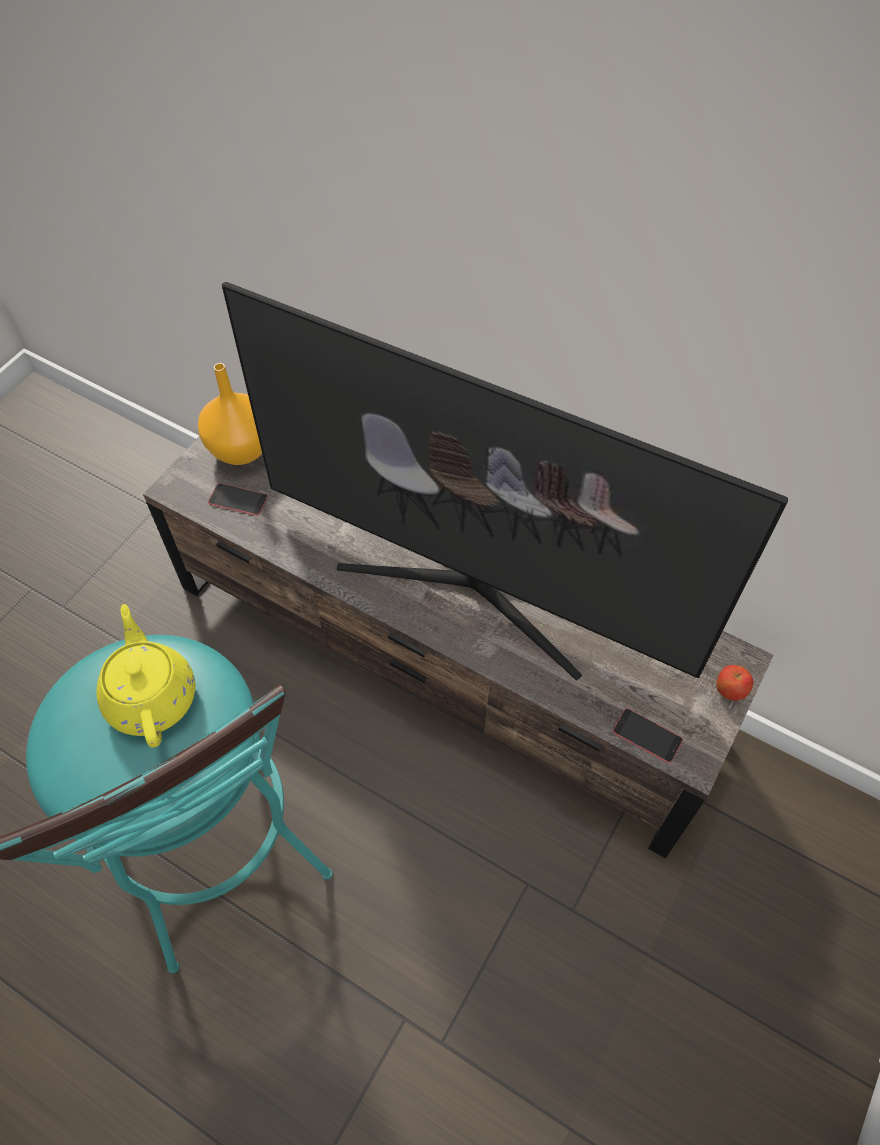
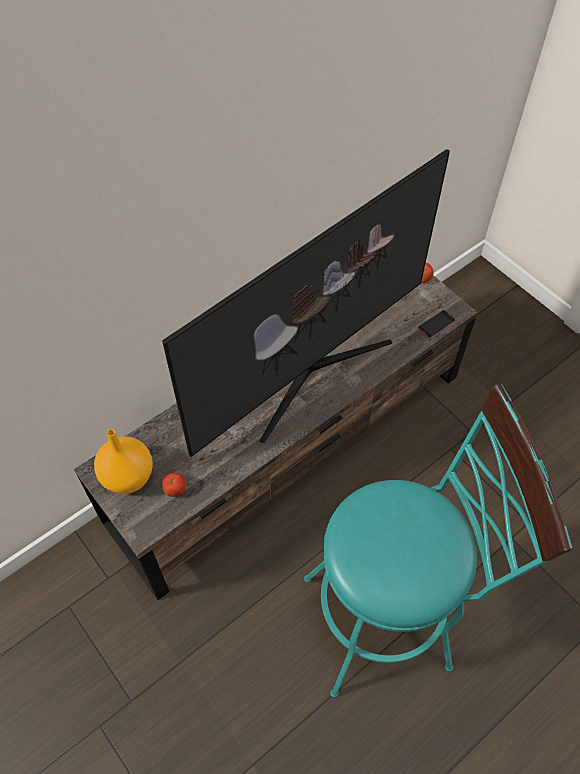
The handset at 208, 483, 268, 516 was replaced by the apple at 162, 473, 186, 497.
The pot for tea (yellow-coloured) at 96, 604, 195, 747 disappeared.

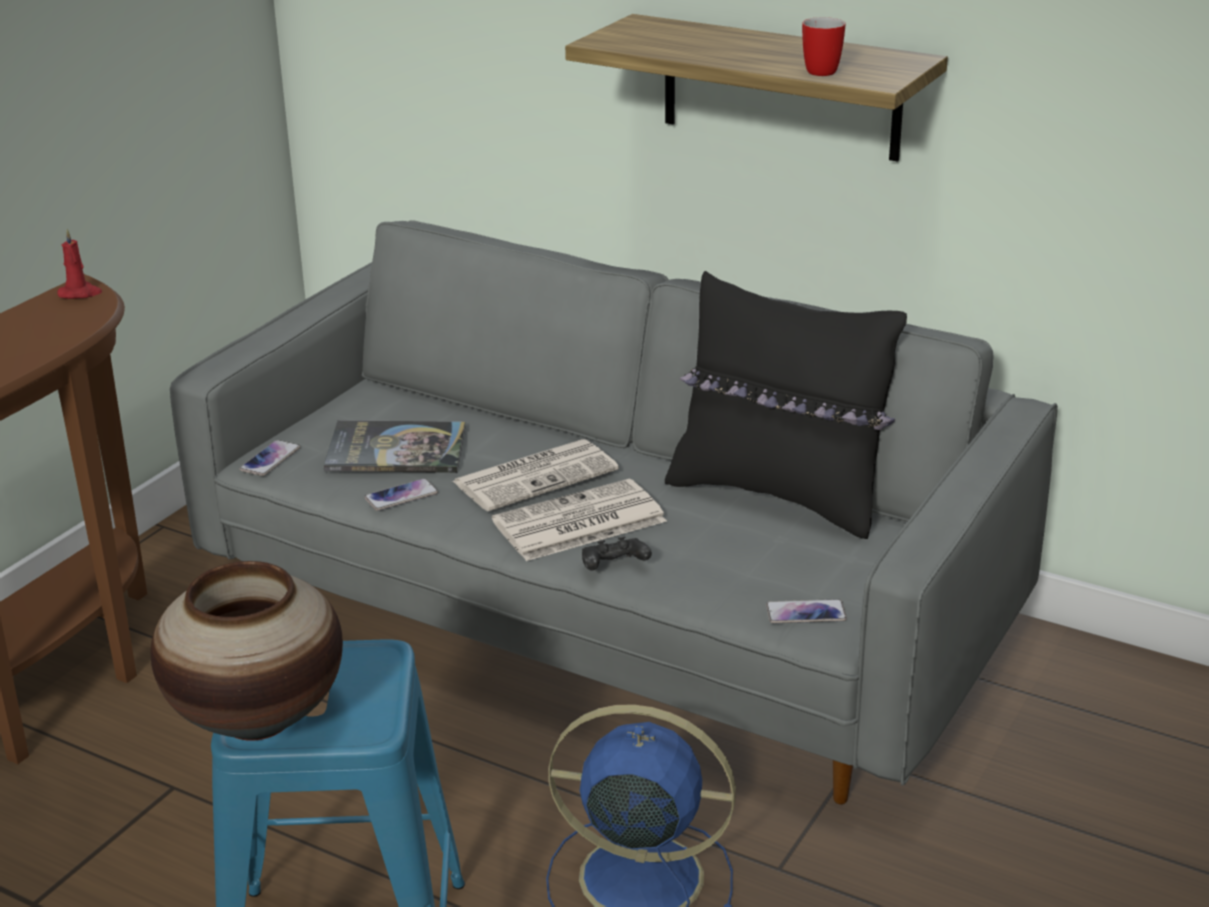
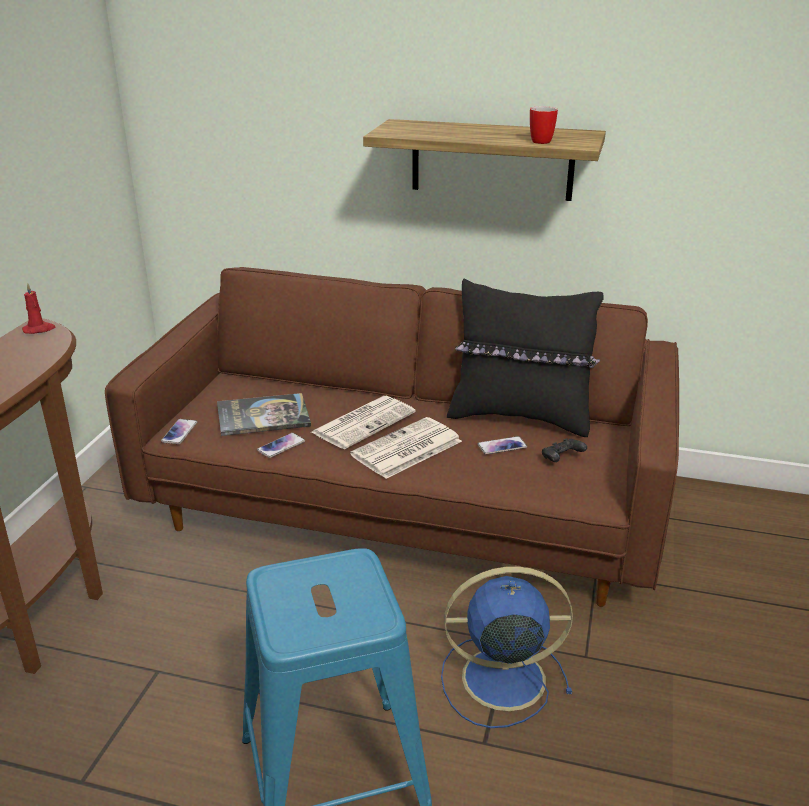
The couch (gray) at 170, 220, 1058, 804 became the couch (brownish) at 105, 267, 679, 607.
The handset moved from 766, 599, 847, 623 to 478, 436, 527, 455.
The joypad (black) moved from 582, 536, 652, 570 to 542, 438, 587, 462.
The decorative vase at 150, 561, 343, 741 disappeared.

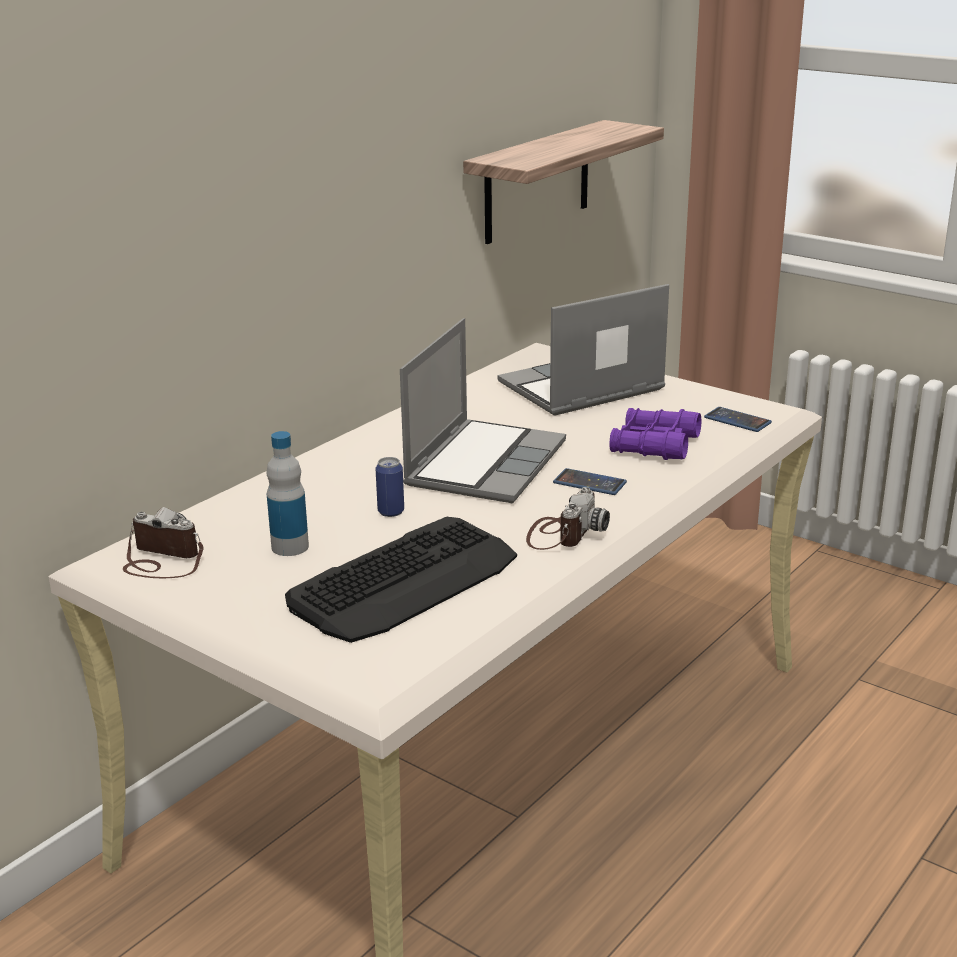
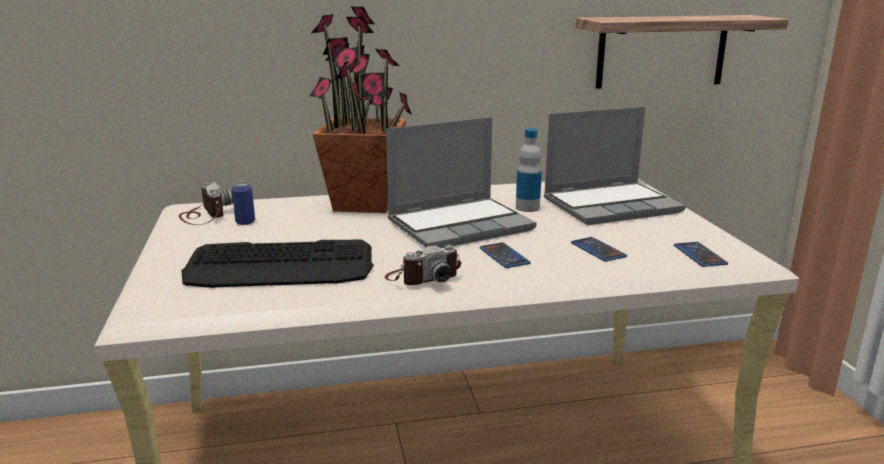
The sealed can moved from 375, 457, 404, 517 to 232, 182, 255, 225.
The plant in a pot at 310, 6, 412, 213 appeared.
The drink bottle moved from 267, 431, 309, 556 to 516, 128, 542, 212.
The laptop at 498, 284, 669, 416 turned 150 degrees clockwise.
The pair of binoculars (purple-coloured) at 609, 408, 702, 460 was replaced by the handset at 571, 237, 627, 262.

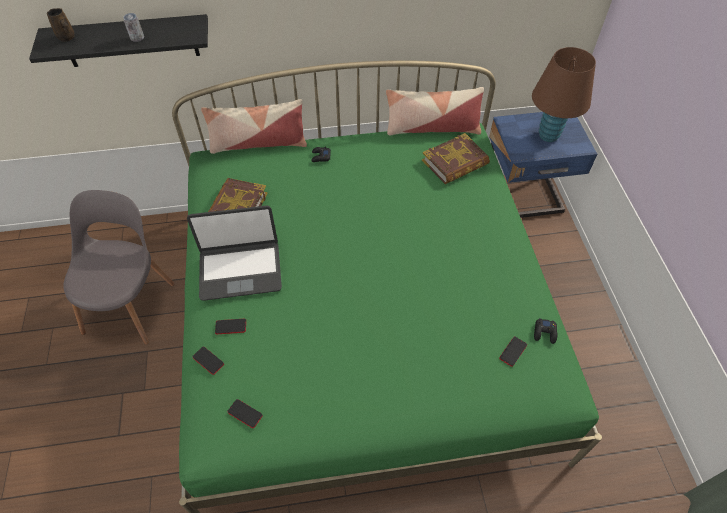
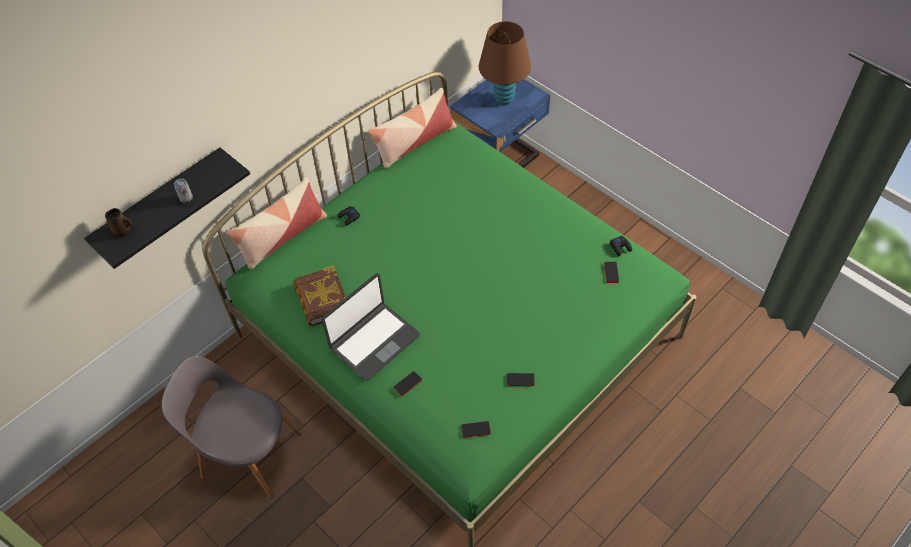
The plain chair (gray) at 63, 190, 175, 345 turned 45 degrees counterclockwise.
The handset moved from 192, 347, 224, 375 to 507, 373, 535, 386.
The volume at 422, 133, 490, 184 disappeared.

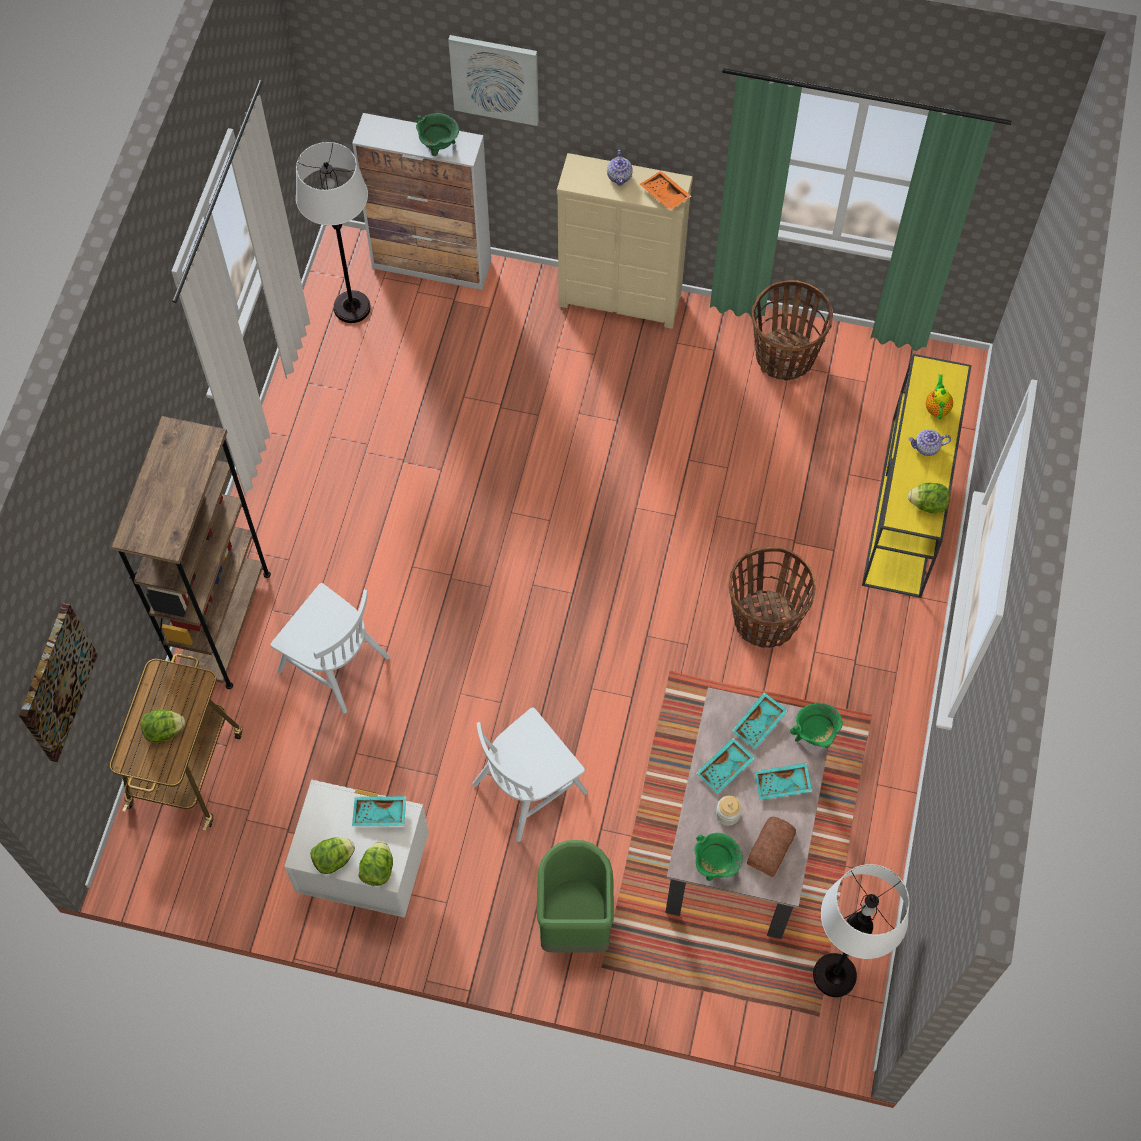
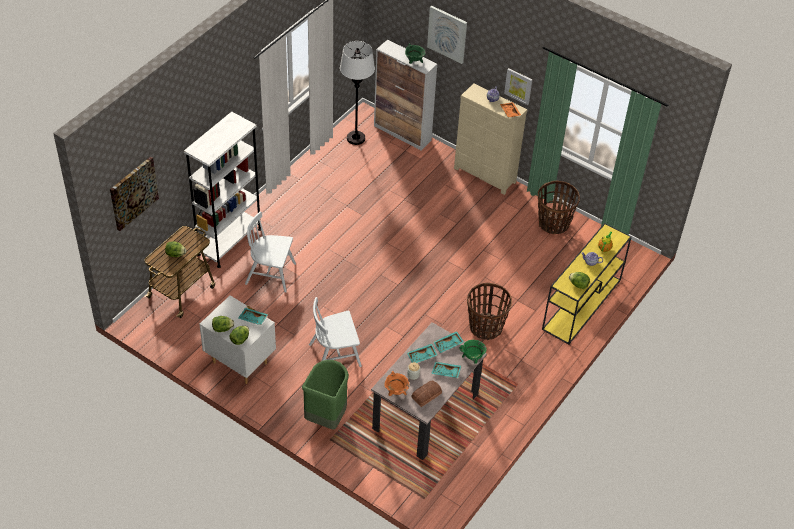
The shelving unit (brownish) at 111, 416, 271, 689 became the shelving unit (white-coloured) at 184, 112, 261, 268.
The plain chair (white-coloured) at 271, 583, 390, 714 turned 135 degrees clockwise.
The cooking pot (green) at 694, 833, 743, 881 became the cooking pot (orange-coloured) at 384, 371, 409, 396.
The wall art at 504, 68, 532, 105 appeared.
The floor lamp (white-coloured) at 813, 864, 910, 997 disappeared.

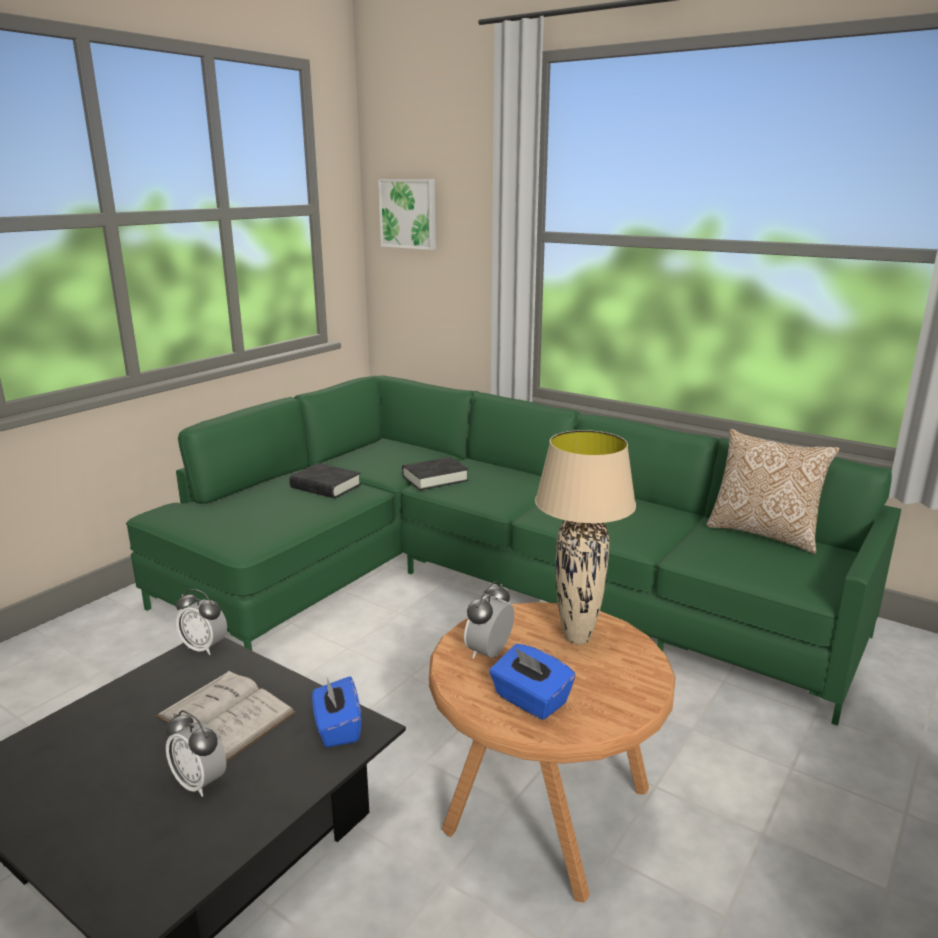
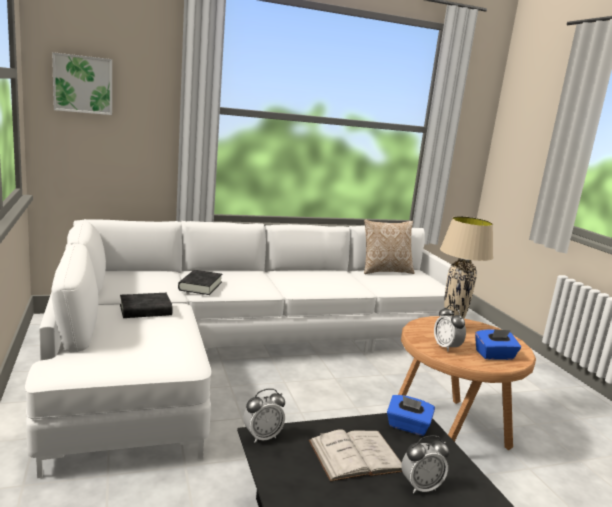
The couch (green) at 126, 376, 901, 726 became the couch (white-coloured) at 25, 219, 451, 478.

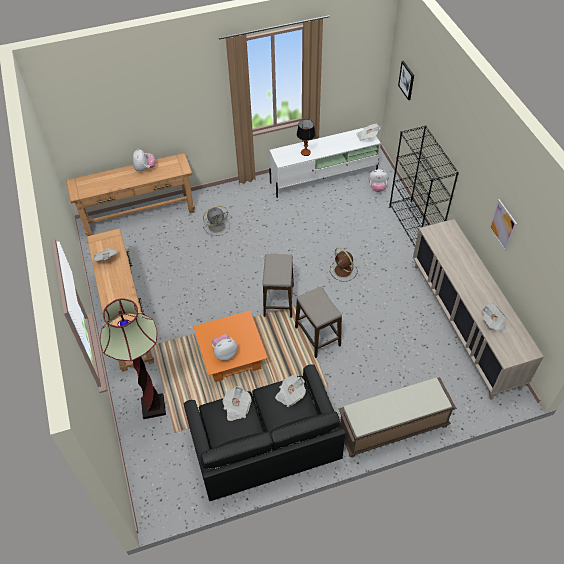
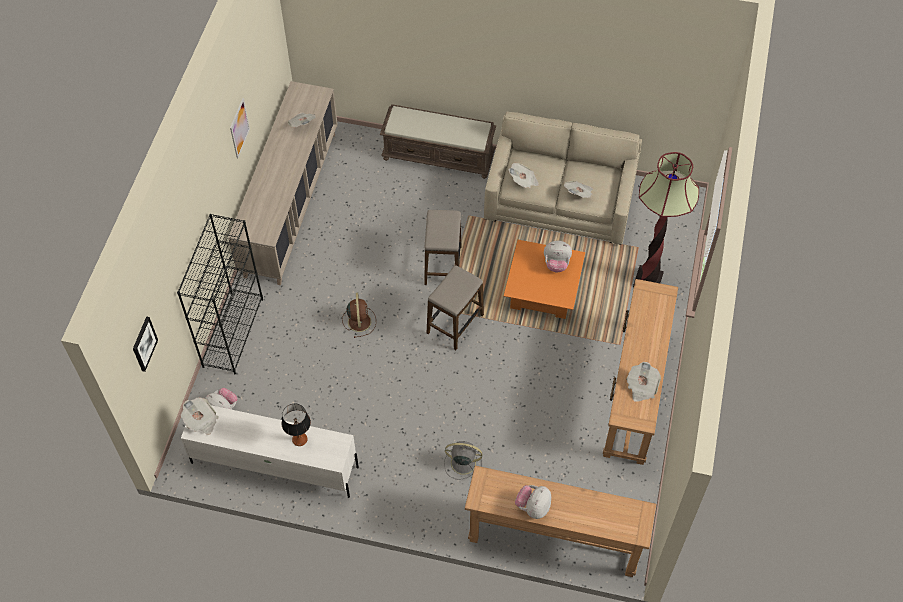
The couch (black) at 184, 364, 345, 501 became the couch (sand-coloured) at 484, 112, 642, 245.

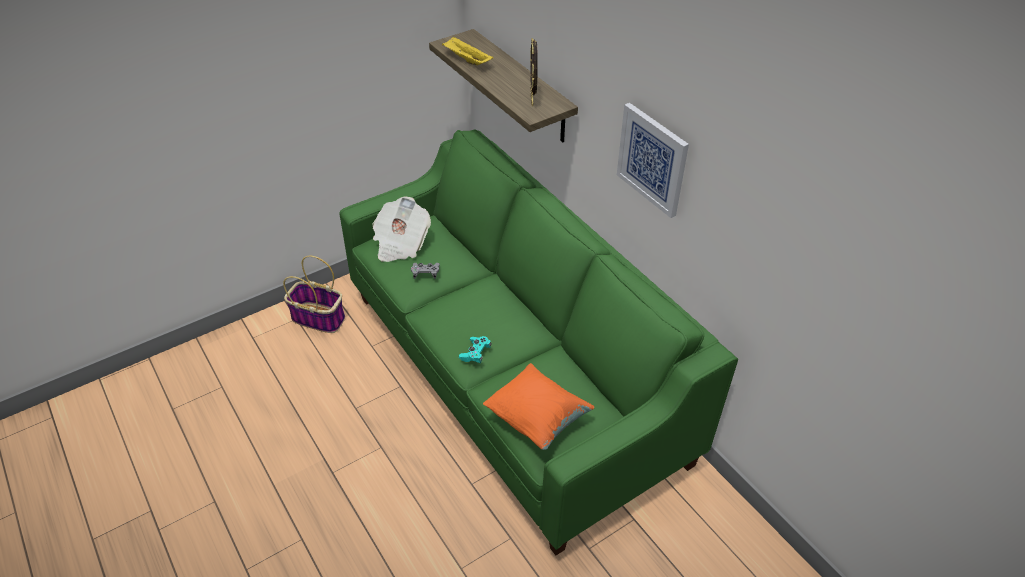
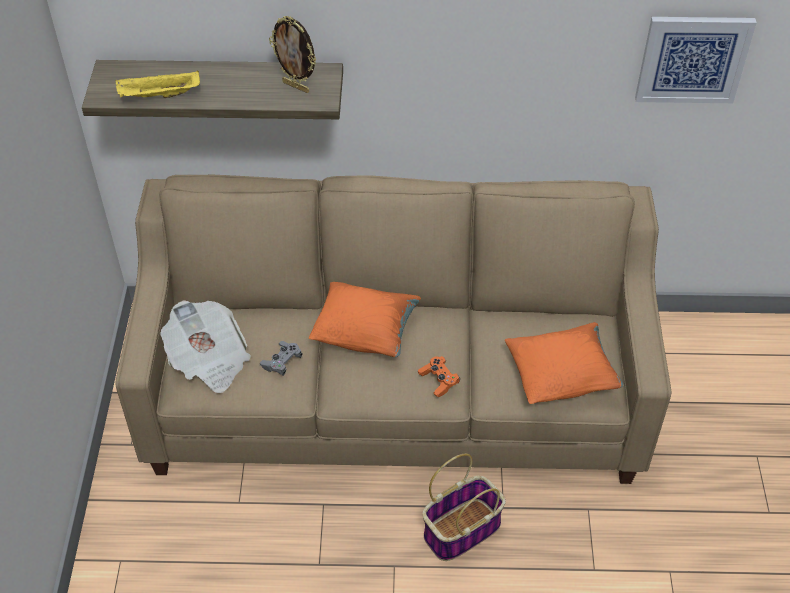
The couch (green) at 339, 129, 738, 555 became the couch (sand-coloured) at 115, 175, 671, 484.
The throw pillow (orange-coloured) at 309, 282, 421, 357 appeared.
The joypad (turquoise) at 459, 336, 492, 363 became the joypad (orange-coloured) at 418, 356, 460, 397.
The household basket moved from 283, 256, 345, 333 to 422, 454, 506, 561.
The wall art moved from 617, 103, 689, 218 to 635, 17, 757, 103.

